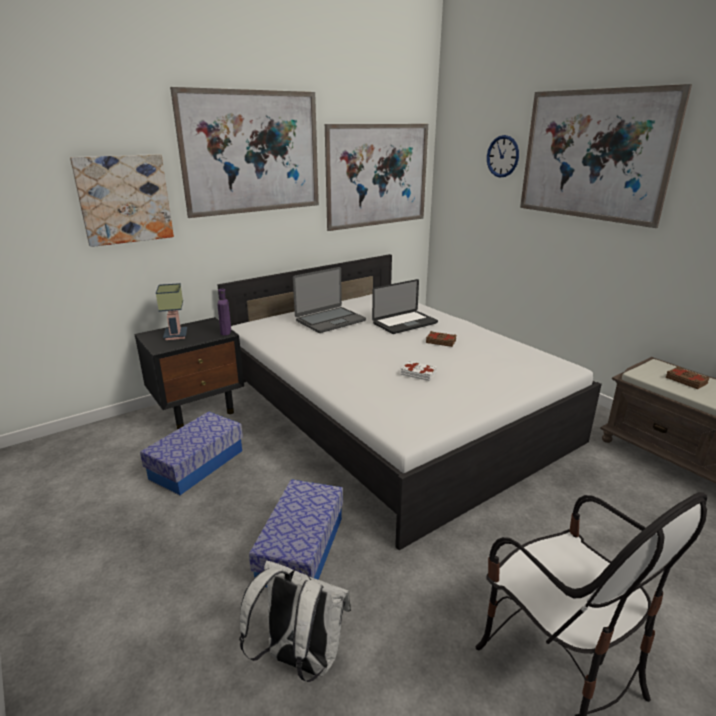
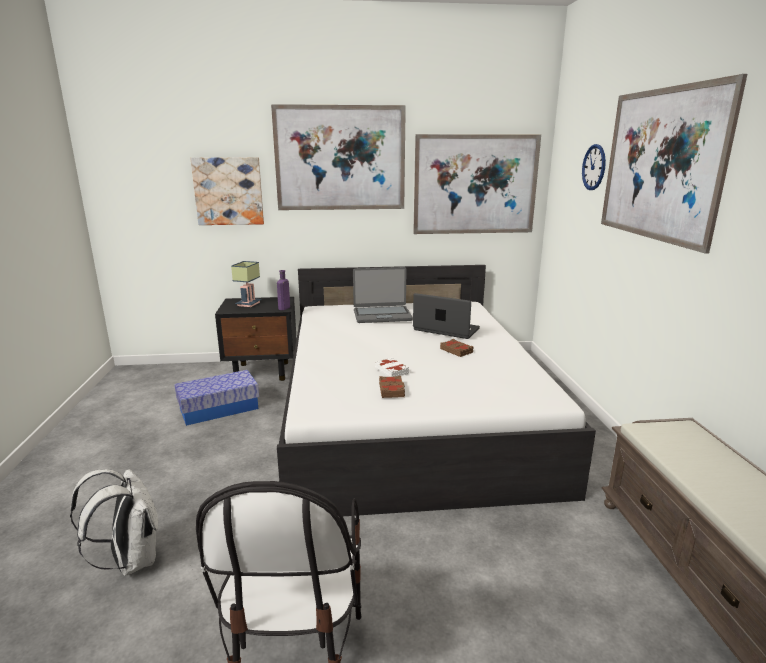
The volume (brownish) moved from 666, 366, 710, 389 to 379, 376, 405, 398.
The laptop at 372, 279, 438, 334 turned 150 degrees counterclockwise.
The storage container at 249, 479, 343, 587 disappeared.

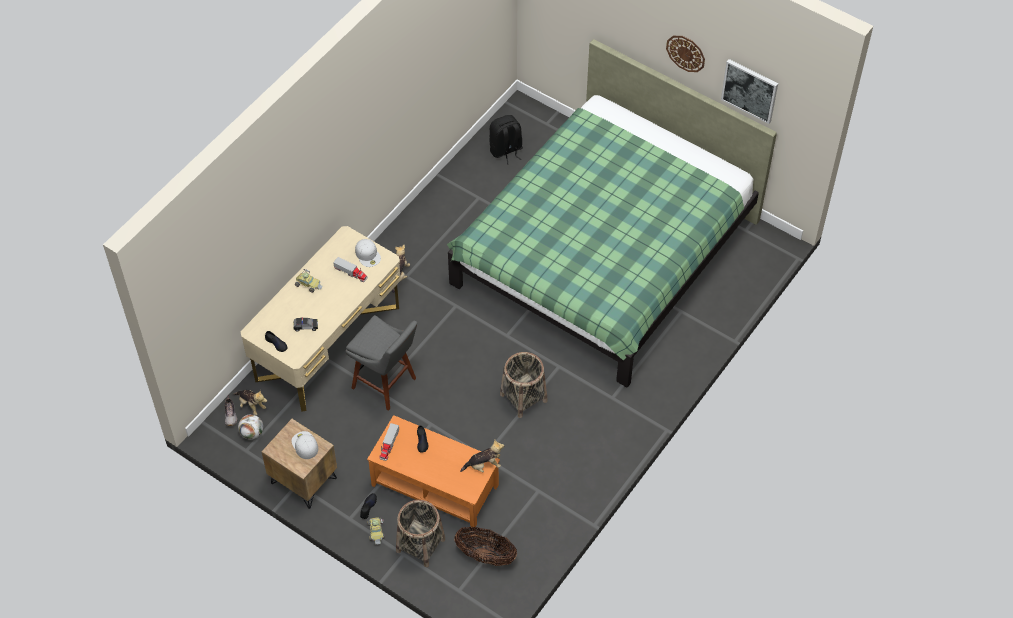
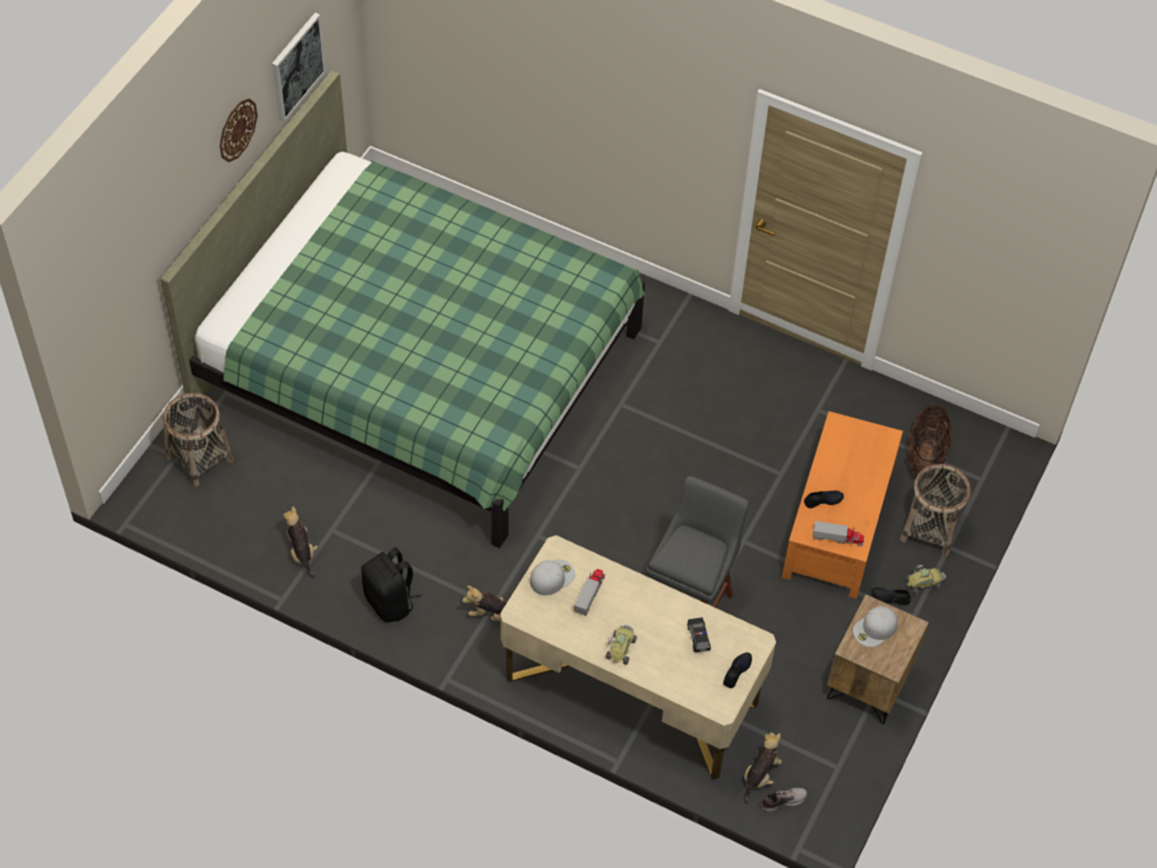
The household basket moved from 500, 352, 548, 418 to 163, 393, 234, 487.
The cuddly toy moved from 460, 440, 504, 473 to 283, 506, 318, 578.
The knapsack (black) moved from 490, 115, 523, 165 to 361, 547, 422, 622.
The football ball at 238, 414, 263, 439 disappeared.

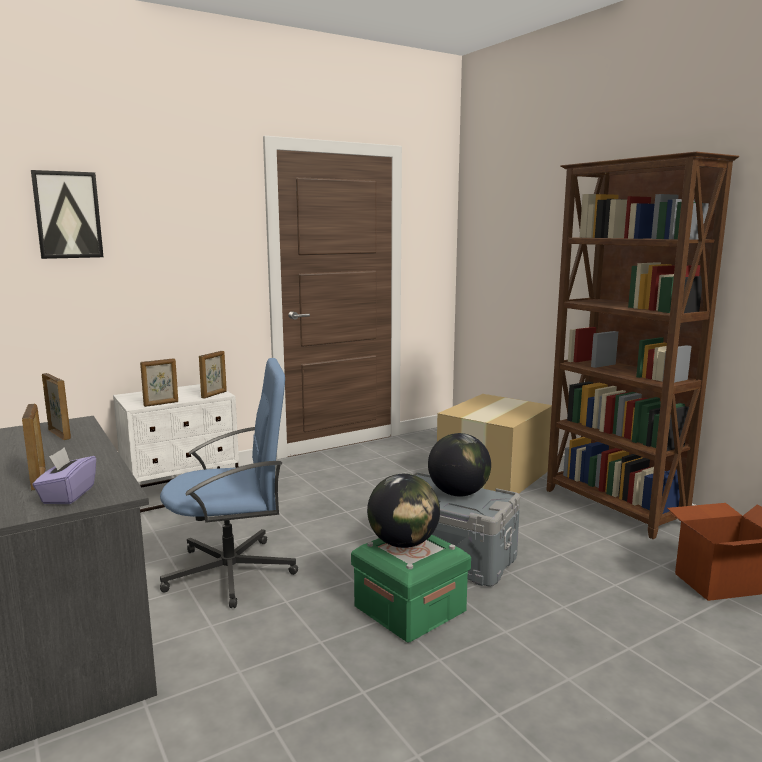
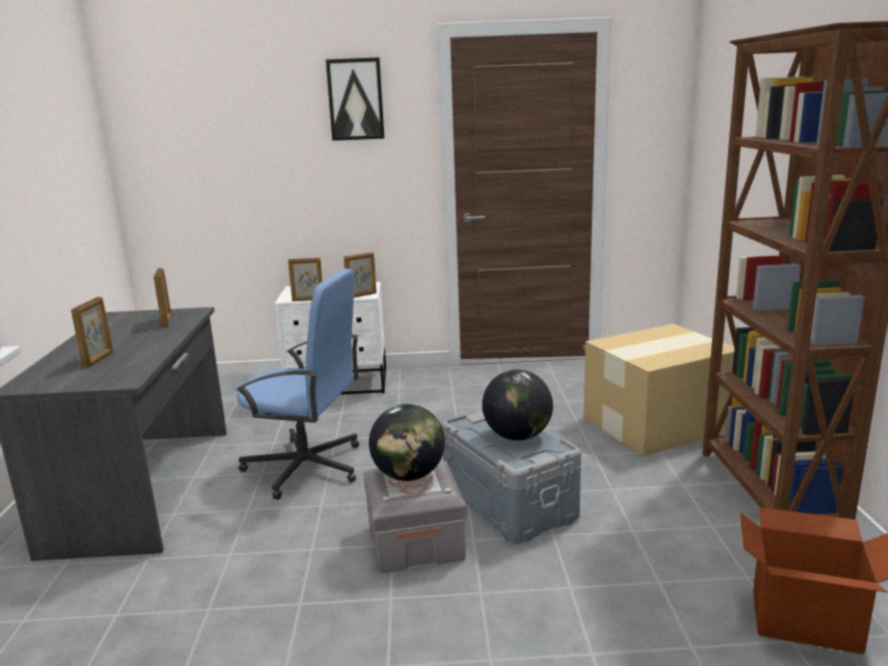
The wall art moved from 31, 170, 103, 259 to 326, 57, 384, 141.
The storage container (green) at 351, 535, 471, 643 became the storage container (gray) at 364, 460, 467, 574.
The tissue box (purple-coloured) at 33, 447, 96, 504 disappeared.

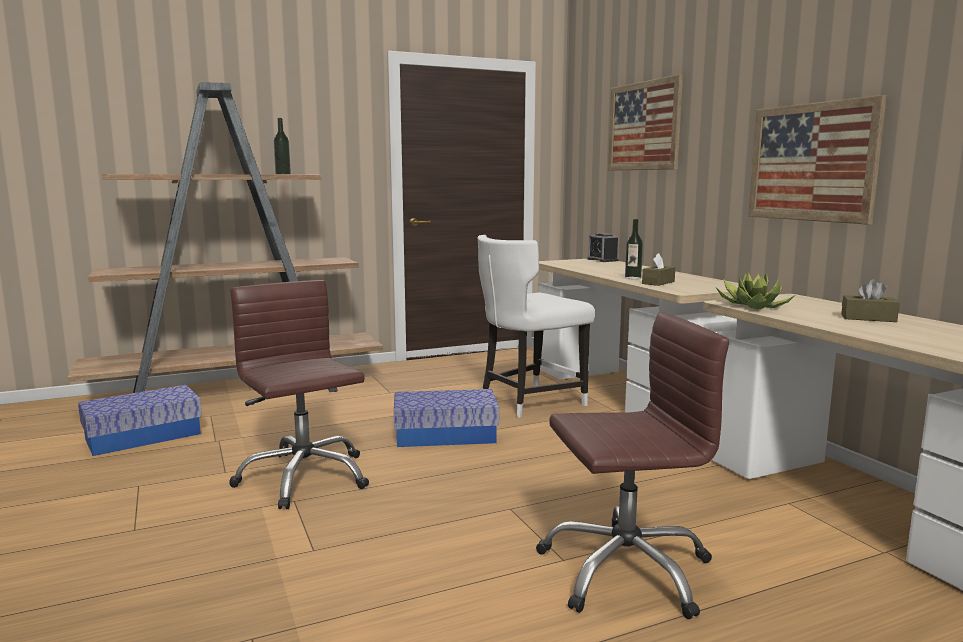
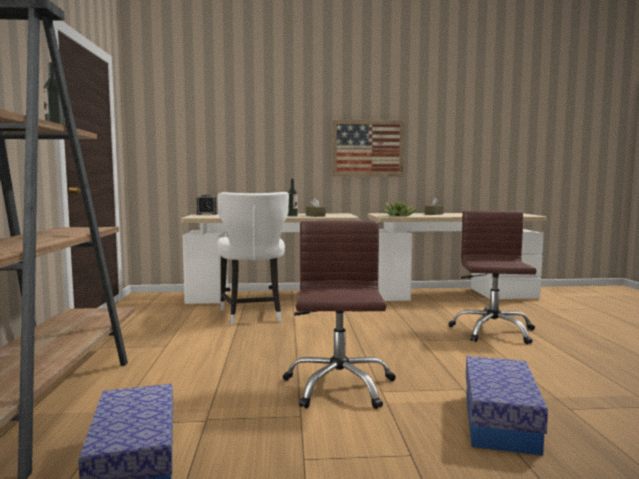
The desk chair (brownish) at 229, 280, 369, 509 turned 105 degrees clockwise.
The storage container moved from 394, 389, 499, 447 to 466, 356, 548, 456.
The wall art at 608, 74, 683, 171 disappeared.

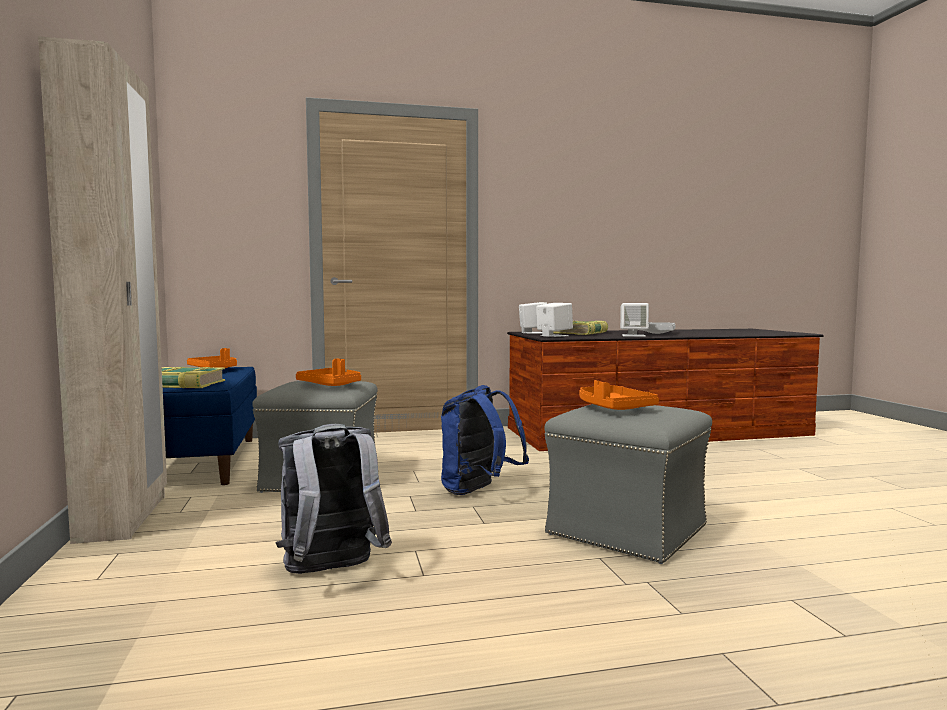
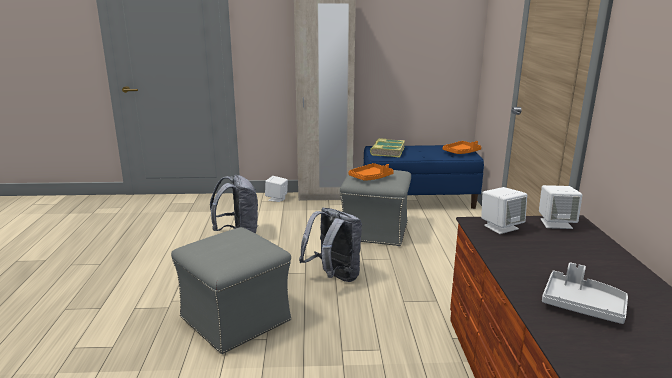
The speaker (white-coloured) moved from 620, 303, 649, 337 to 265, 176, 288, 202.
The knapsack (bluish) at 441, 385, 529, 495 became the knapsack (gray) at 299, 208, 362, 282.
The volume at 553, 321, 608, 335 disappeared.
The carrying tray (orange-coloured) at 579, 380, 659, 410 disappeared.

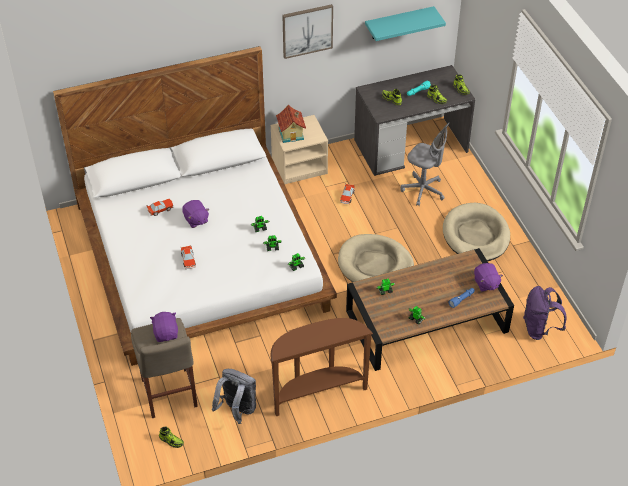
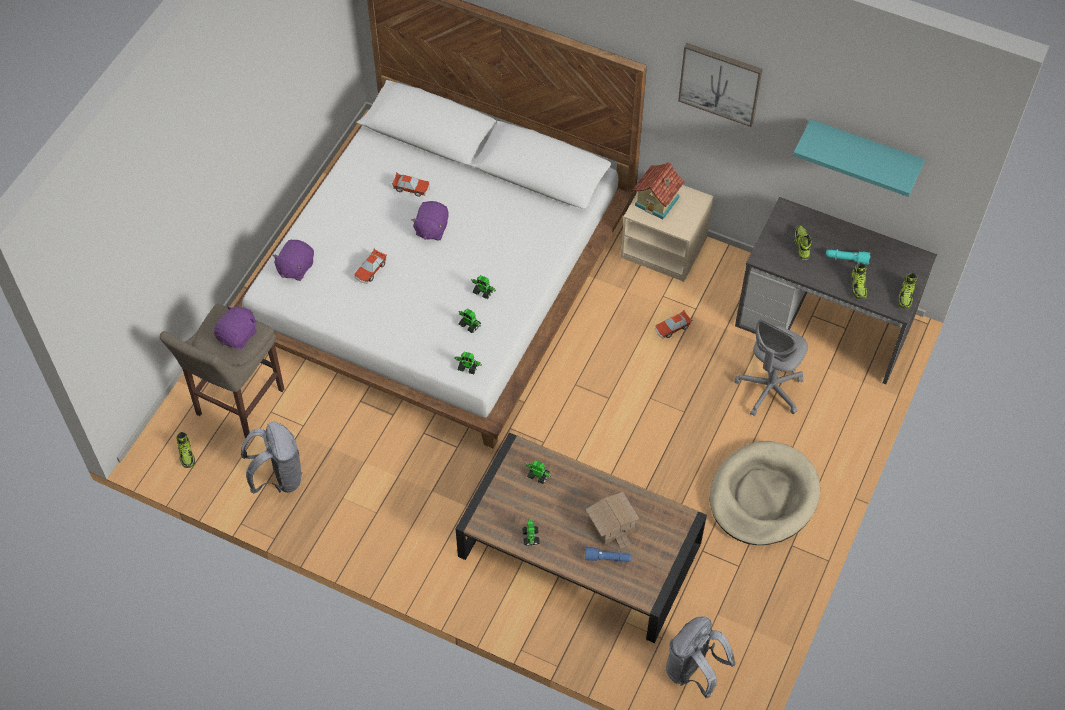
The cuddly toy (purple-coloured) moved from 474, 263, 503, 292 to 272, 240, 314, 281.
The toy house at 585, 492, 639, 549 appeared.
The knapsack (purple-coloured) at 523, 286, 567, 340 became the knapsack (gray) at 666, 616, 736, 698.
The desk chair (gray) at 401, 122, 450, 206 turned 45 degrees clockwise.
The console table (brownish) at 271, 318, 373, 416 disappeared.
The dog bed (sand-coloured) at 338, 234, 414, 282 disappeared.

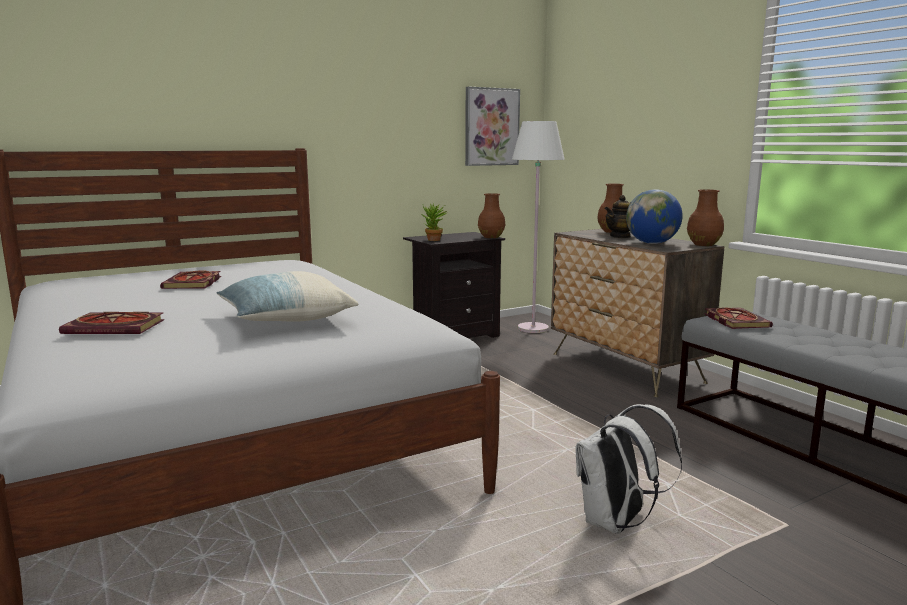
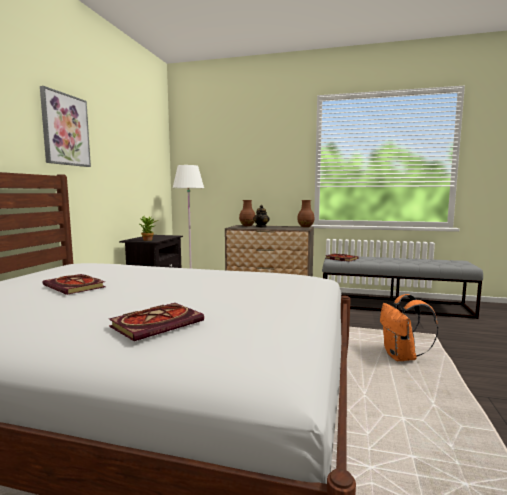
The wall art moved from 465, 86, 520, 166 to 40, 86, 91, 167.
The knapsack (white-coloured) at 576, 404, 682, 534 became the knapsack (orange-coloured) at 380, 294, 438, 361.
The throw pillow at 216, 271, 358, 322 disappeared.
The decorative vase (brownish) at 478, 193, 505, 238 disappeared.
The globe at 626, 189, 683, 244 disappeared.

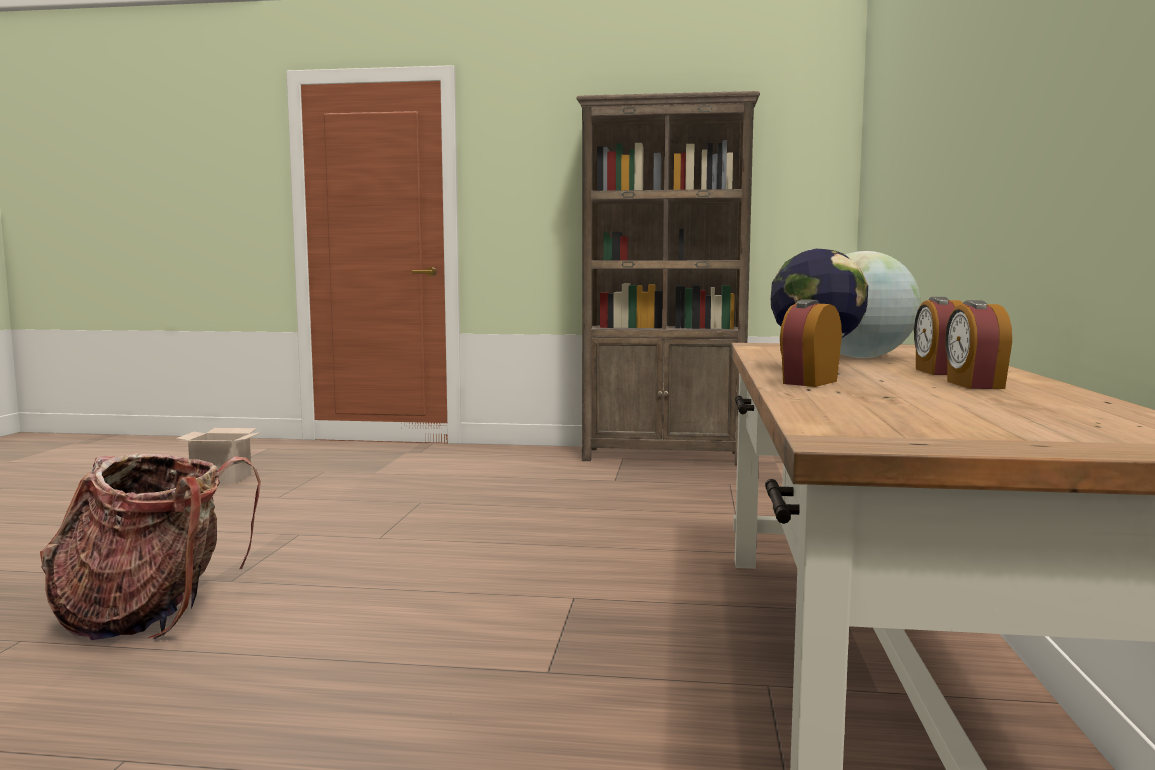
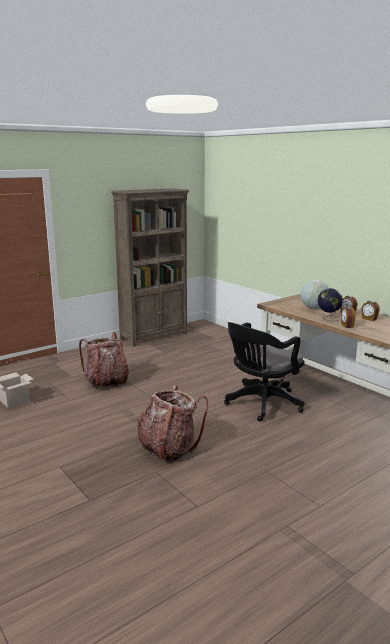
The knapsack at 79, 332, 129, 390 appeared.
The desk chair (black) at 224, 322, 305, 422 appeared.

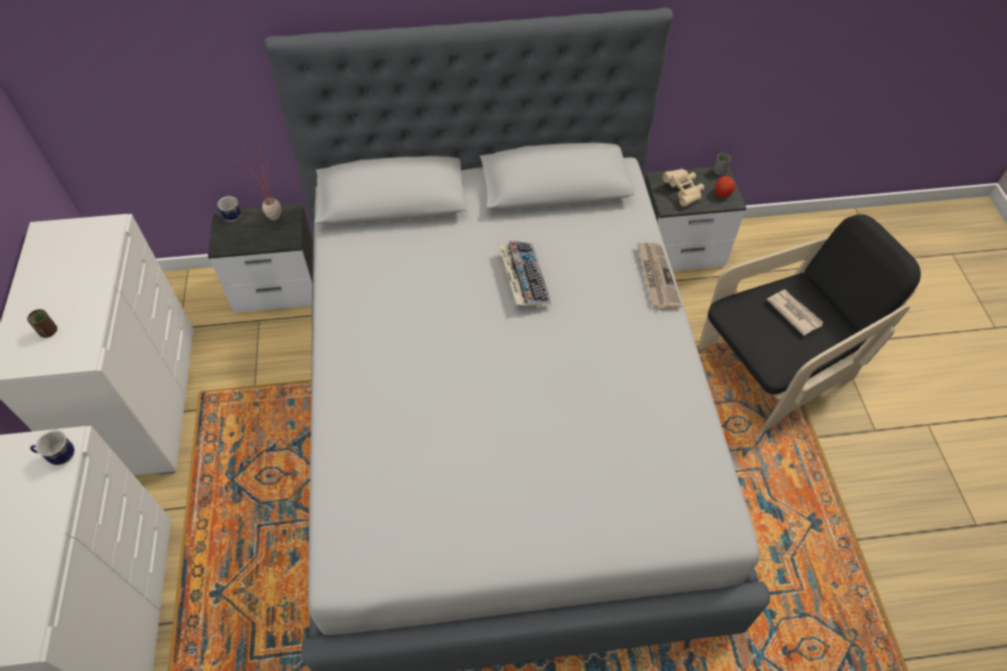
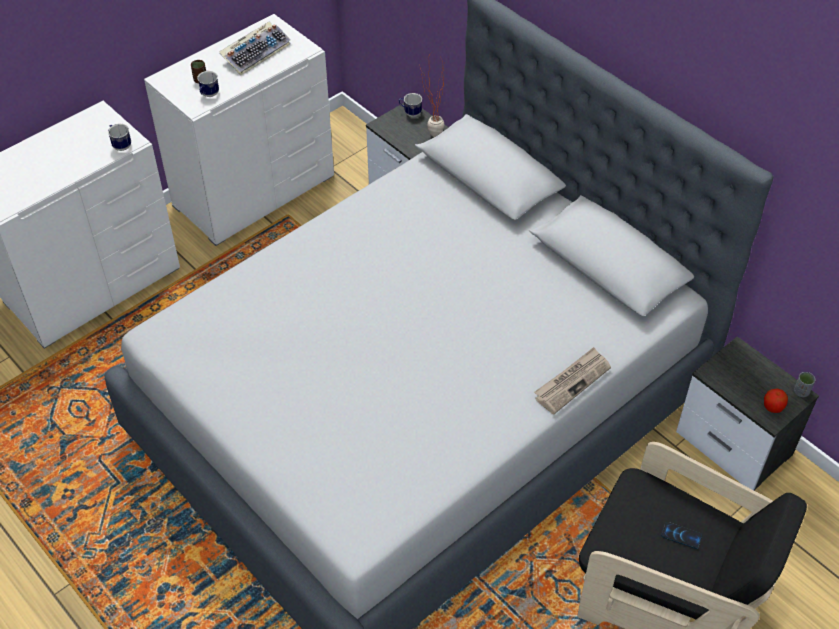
The mug at 197, 71, 219, 97 appeared.
The PC keyboard moved from 498, 241, 552, 308 to 219, 22, 291, 75.
The printed paper at 767, 290, 823, 336 was replaced by the handset at 661, 522, 702, 549.
The pair of binoculars (sand-coloured) at 662, 169, 704, 207 disappeared.

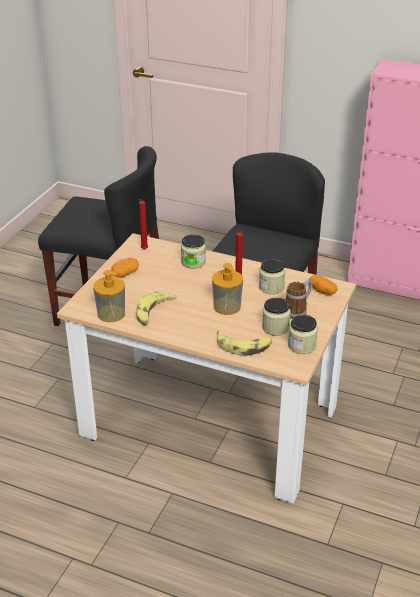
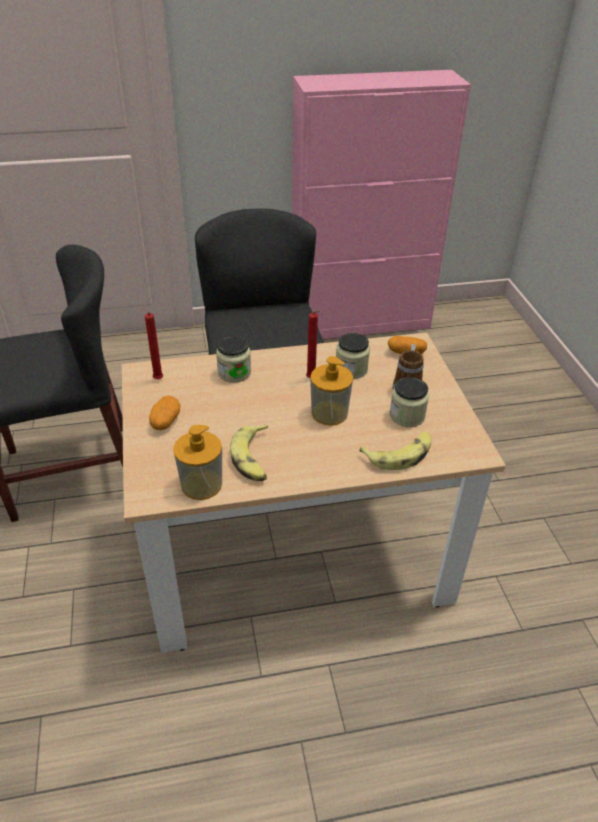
The jar at 288, 315, 318, 354 disappeared.

